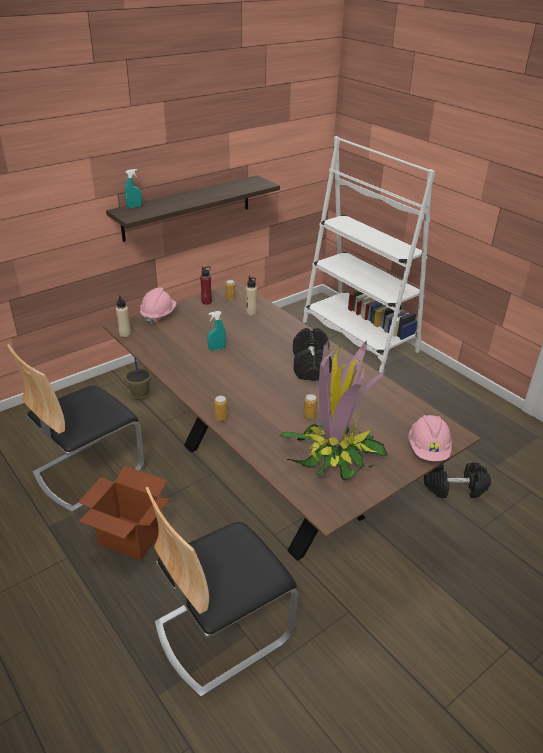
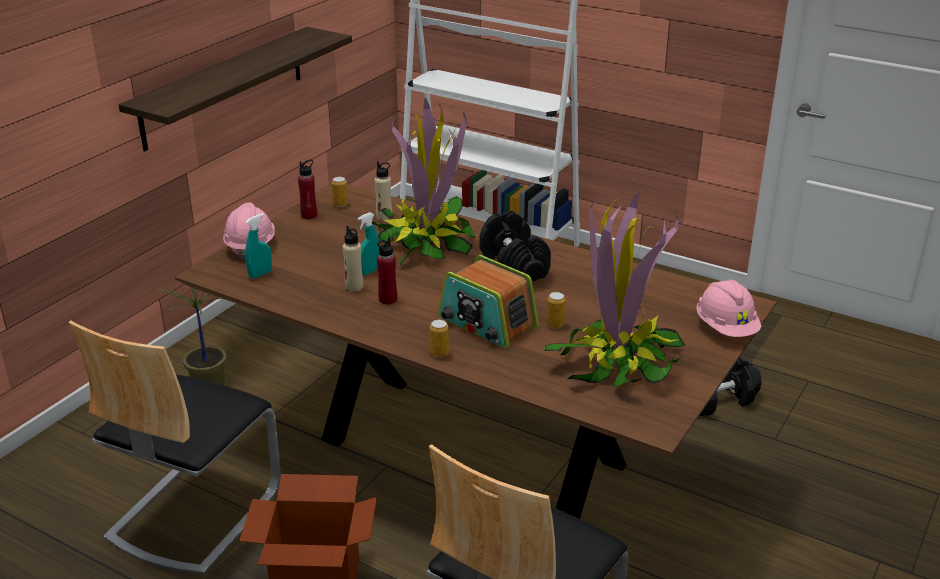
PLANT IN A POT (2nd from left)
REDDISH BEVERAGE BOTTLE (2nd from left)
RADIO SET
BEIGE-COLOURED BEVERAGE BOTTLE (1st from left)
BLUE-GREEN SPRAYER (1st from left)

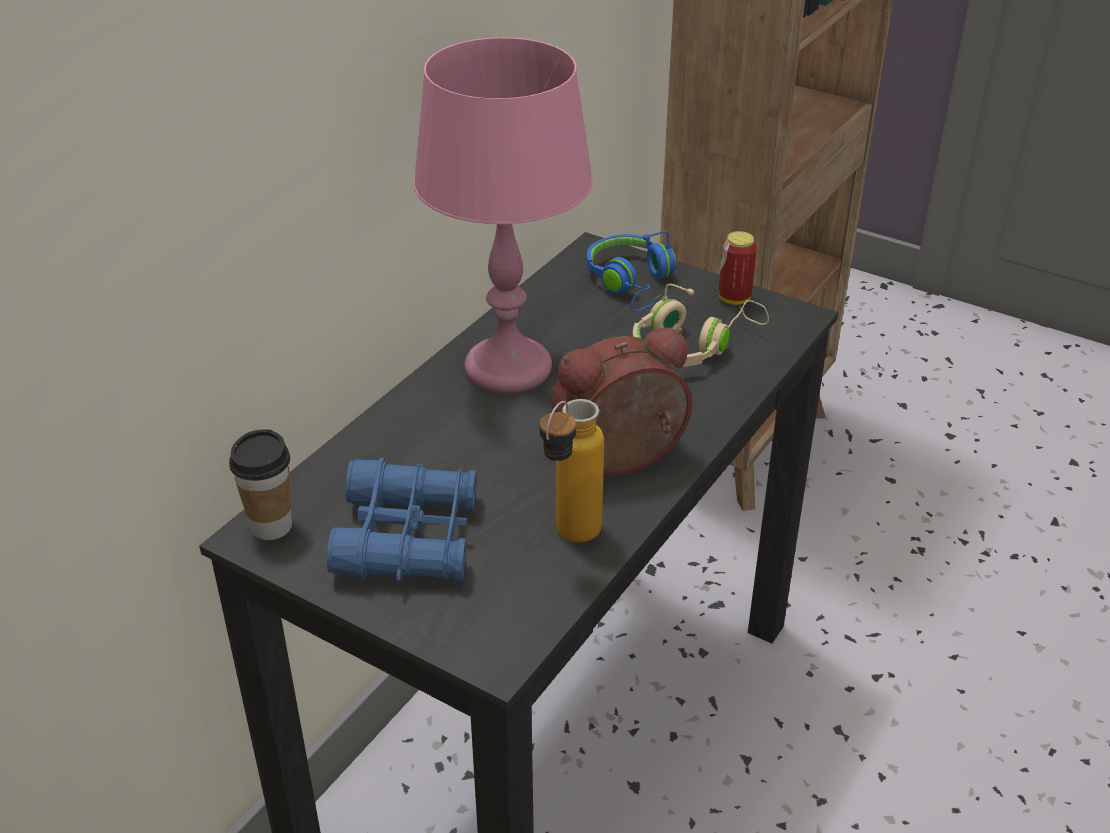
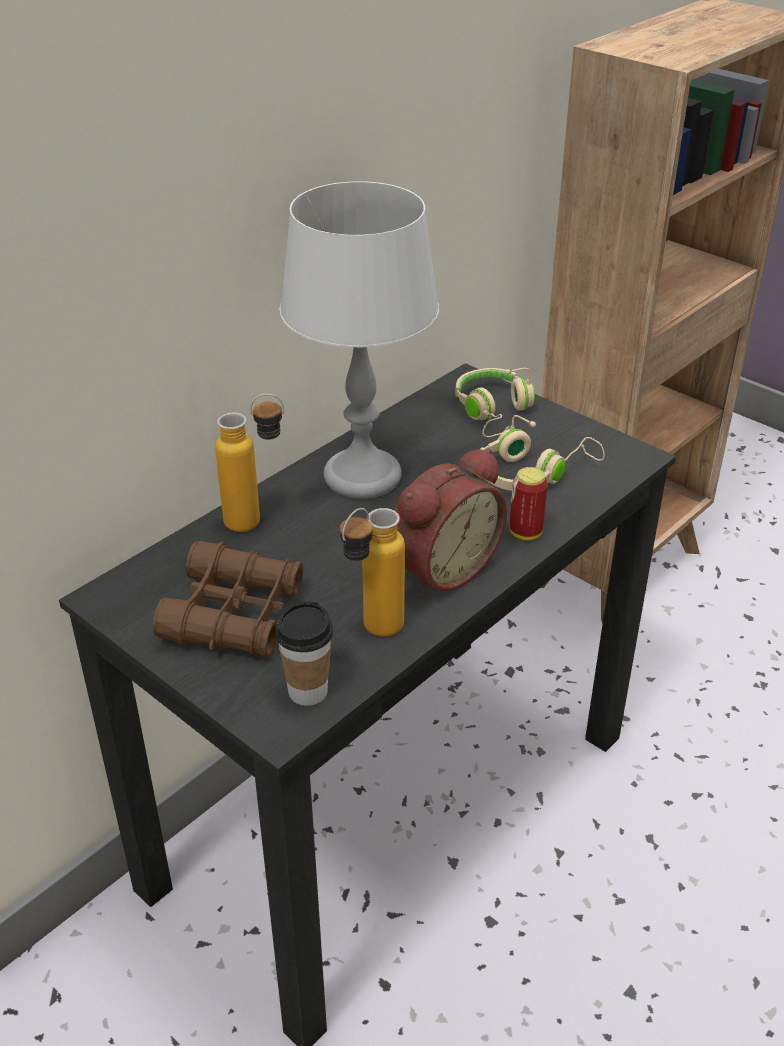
BEVERAGE BOTTLE (1st from left)
CUP
CAN
BROWN-COLOURED PAIR OF BINOCULARS
GREYISH LAMP FOR A TABLE
BEIGE-COLOURED HEADPHONES (1st from left)
TABLE CLOCK

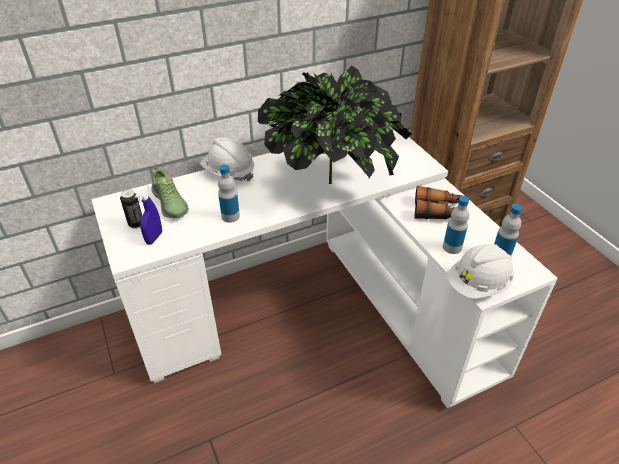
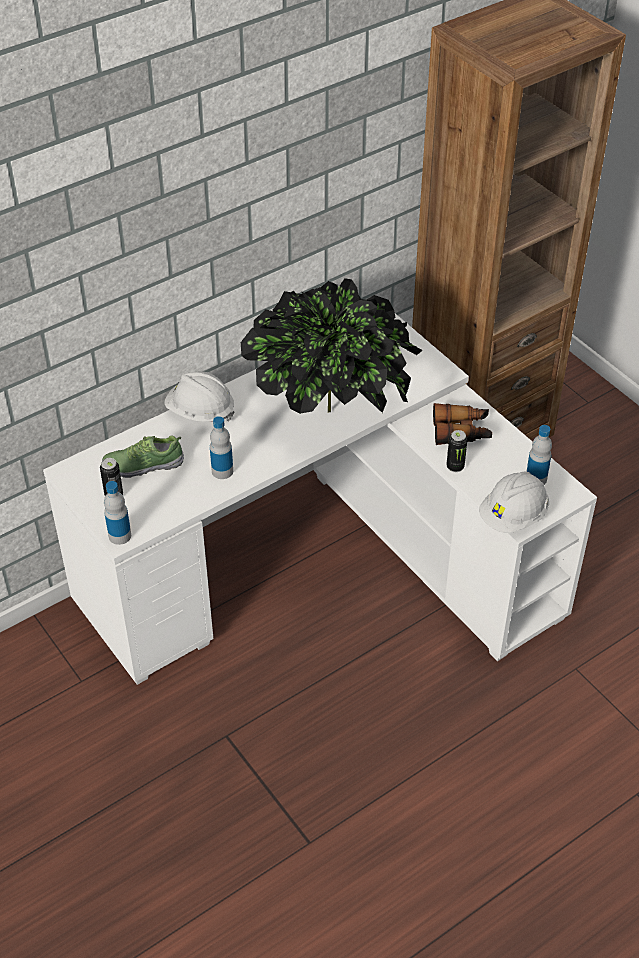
BLUISH SPRAYER
CAN (2nd from left)
BEVERAGE BOTTLE (1st from left)
ITEM OF FOOTWEAR

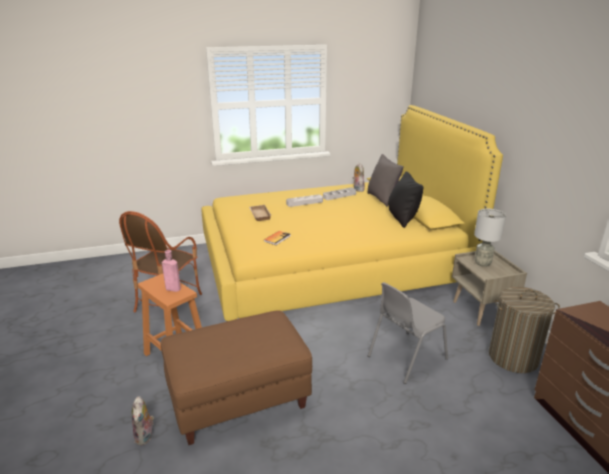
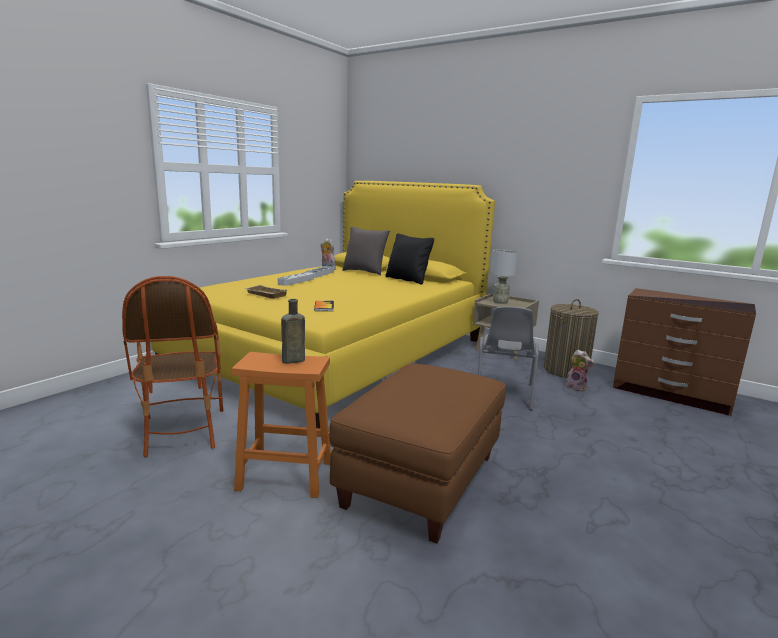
PLUSH TOY (2nd from left)
BROWN-COLOURED BEVERAGE BOTTLE

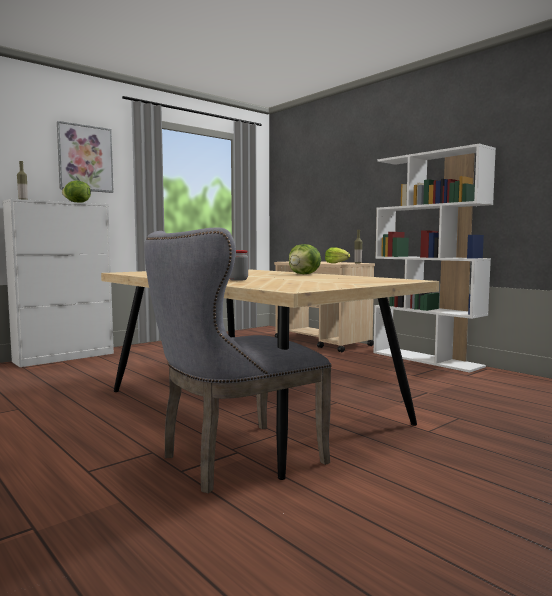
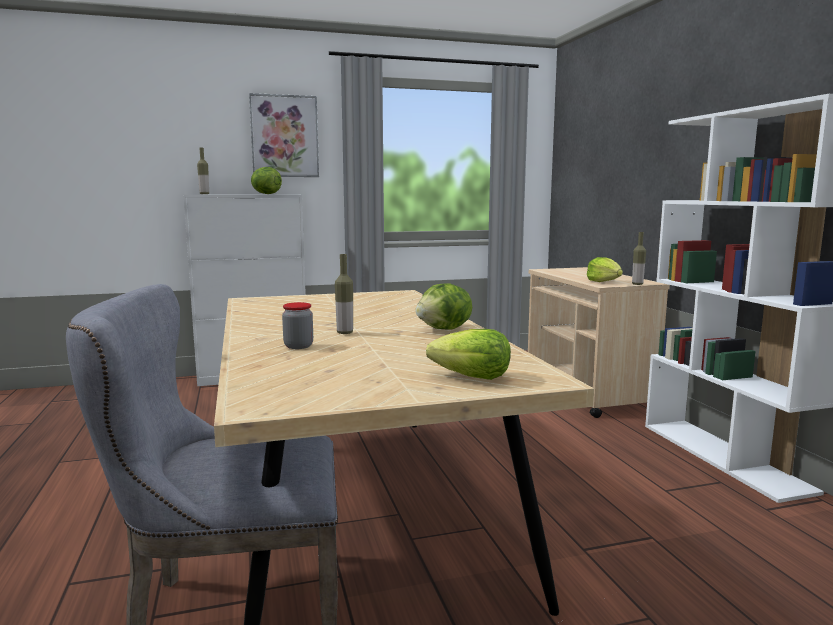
BEVERAGE BOTTLE (2nd from left)
LETTUCE (3rd from left)

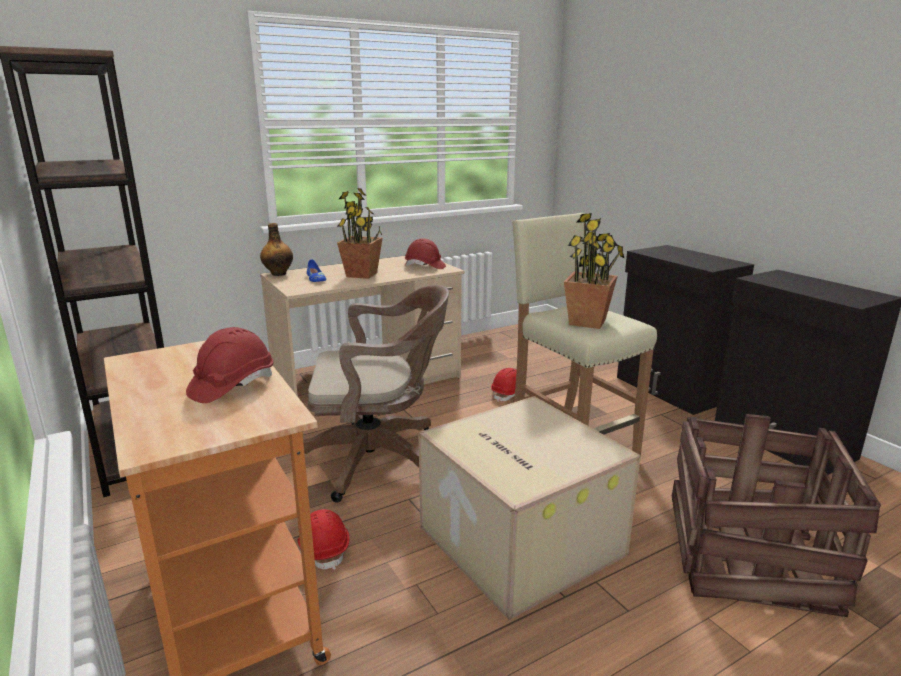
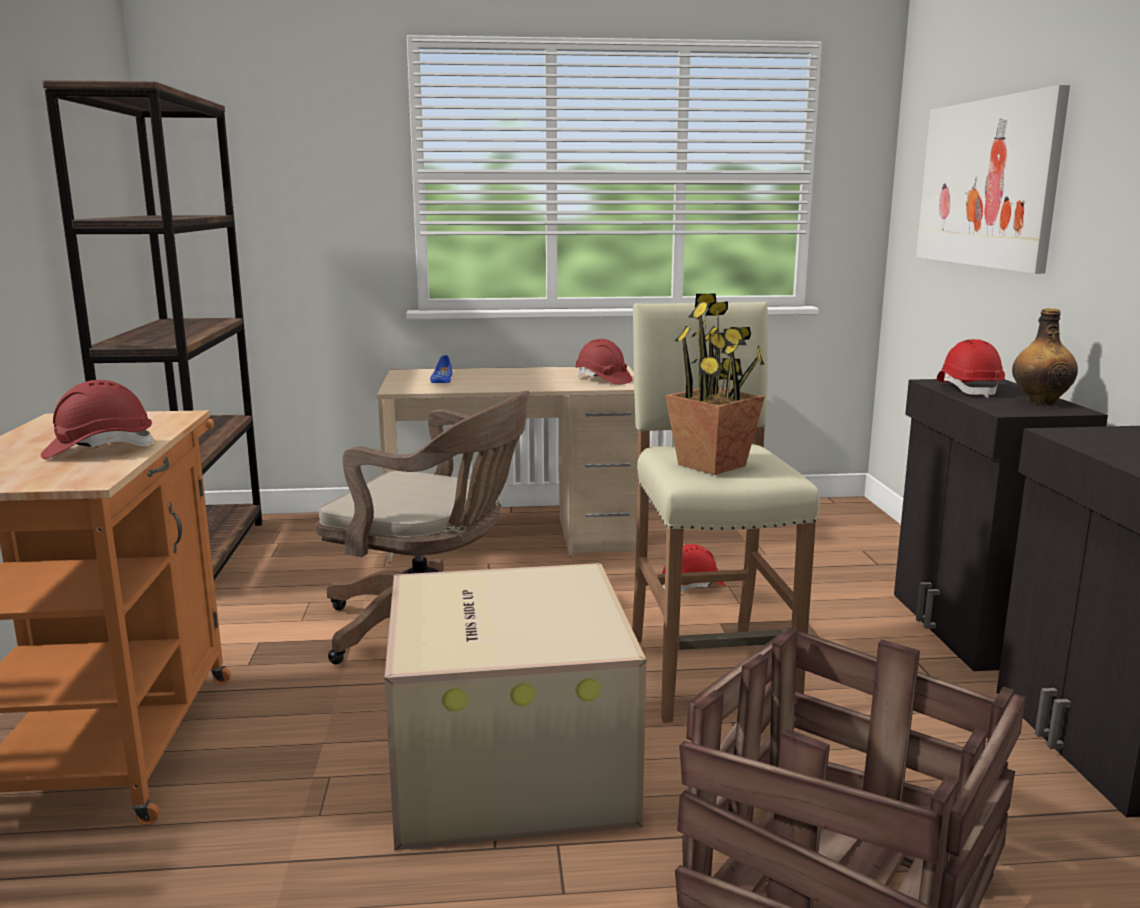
PLANT IN A POT (1st from left in the first image)
PICTURE
BEVERAGE BOTTLE
REDDISH WORK HELMET (4th from left)

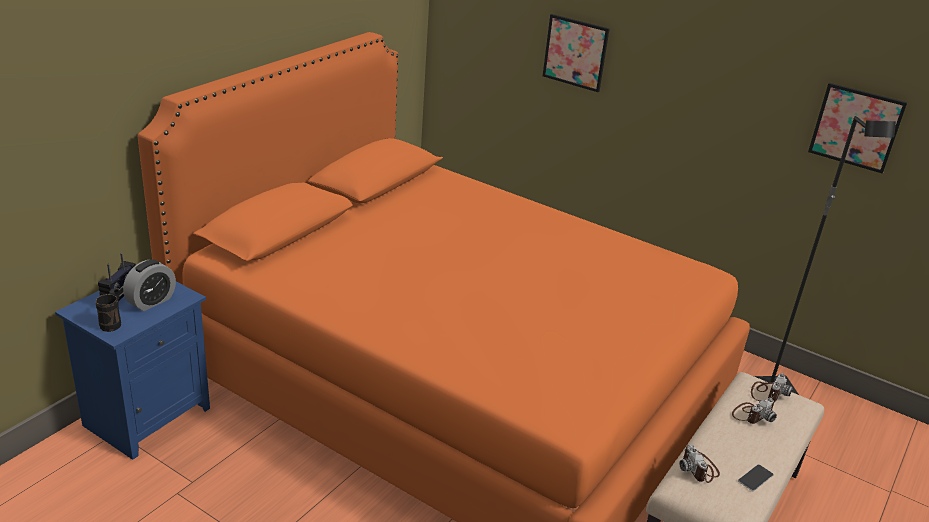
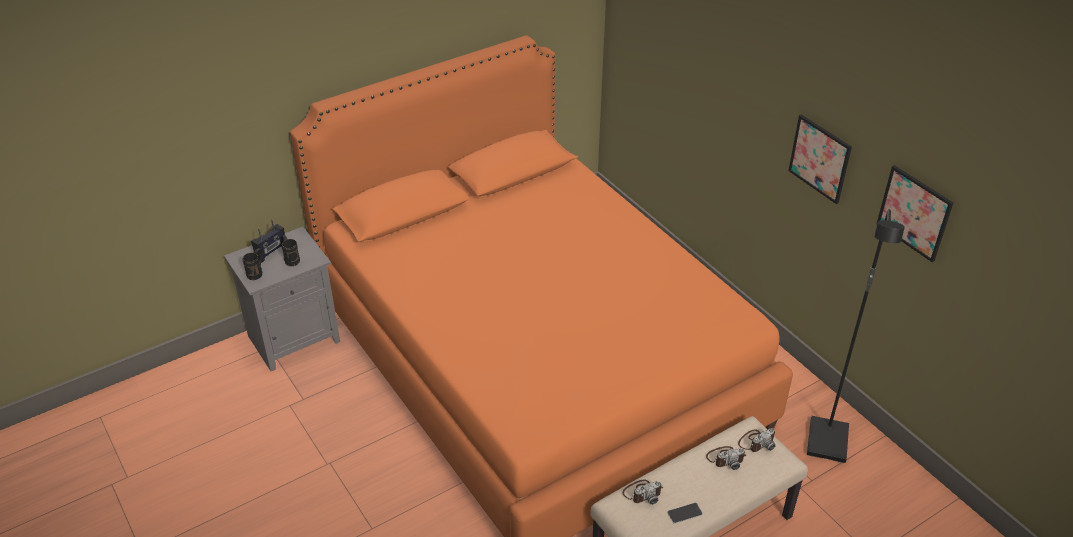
PICTURE (1st from left)
BLACKISH COFFEE MUG (2nd from left)
GREYISH BEDSIDE TABLE
PHOTO CAMERA (1st from left)

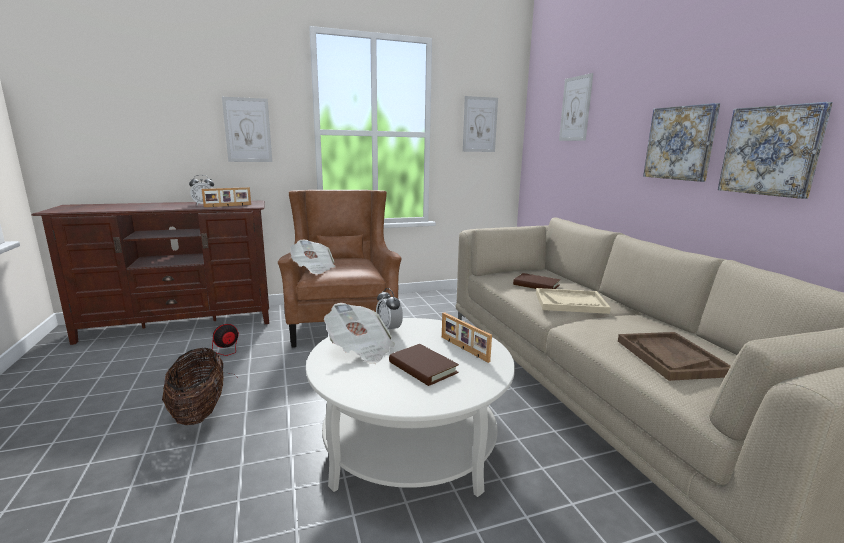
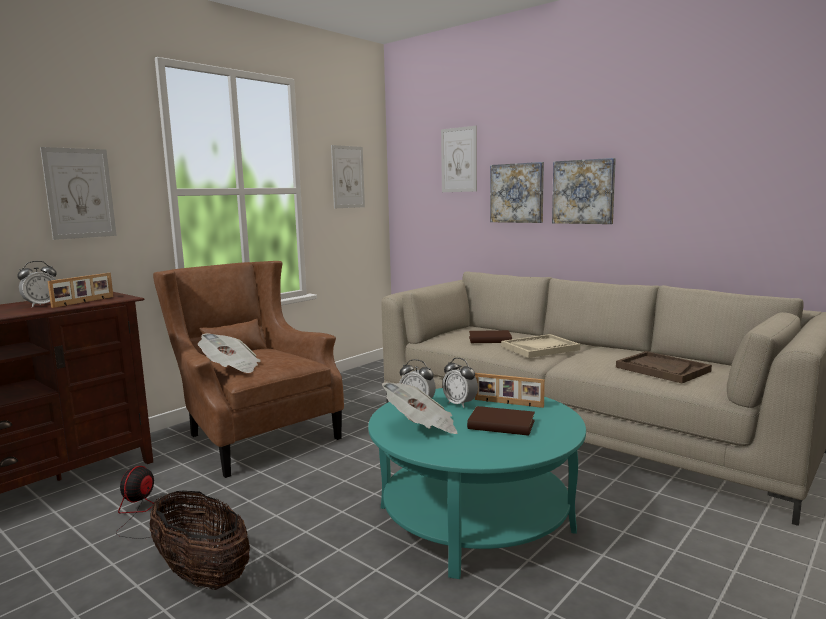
TABLE CLOCK (3rd from left)
PICTURE (4th from left)
BLUE-GREEN LOW TABLE

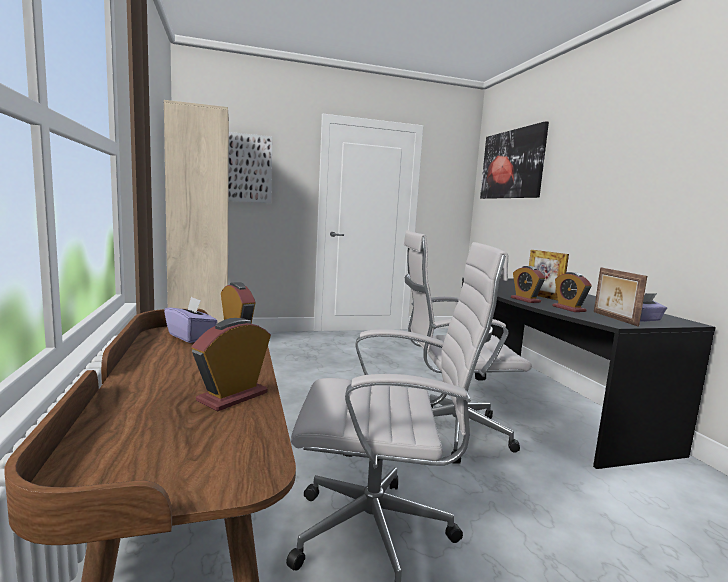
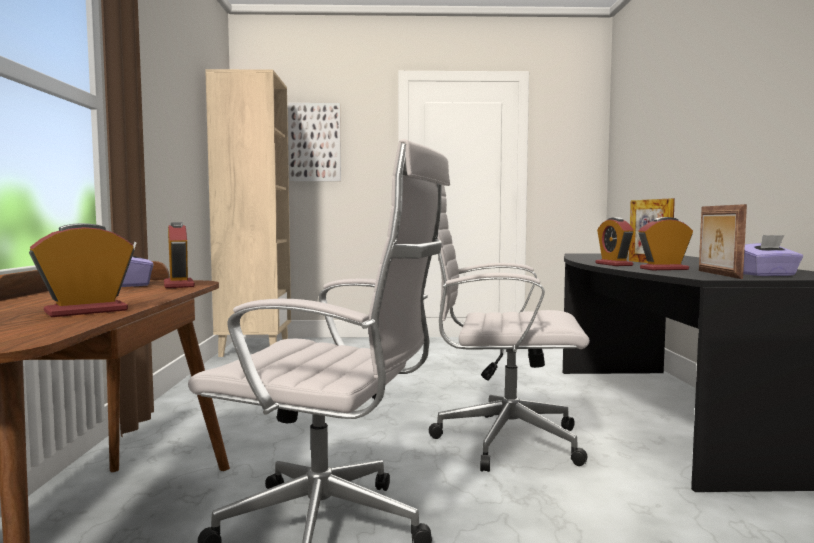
PICTURE (2nd from left in the first image)
TABLE CLOCK (4th from left)

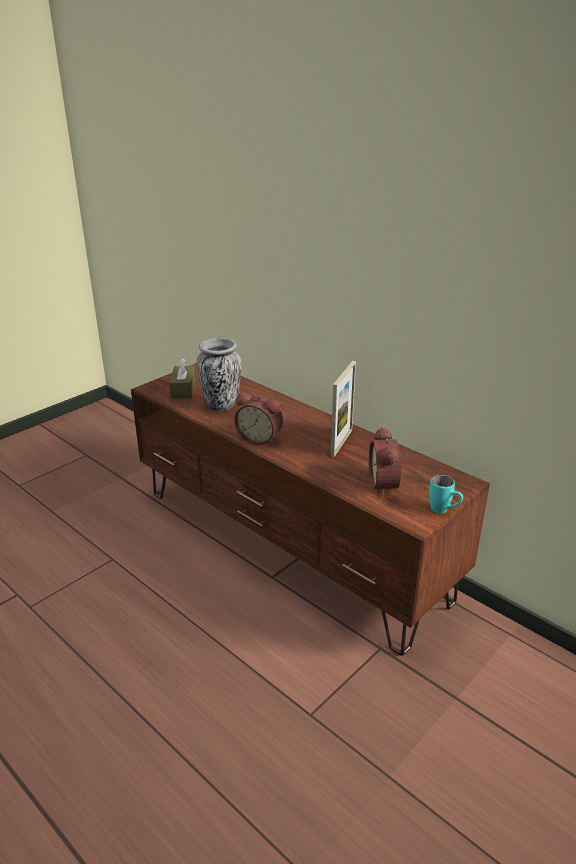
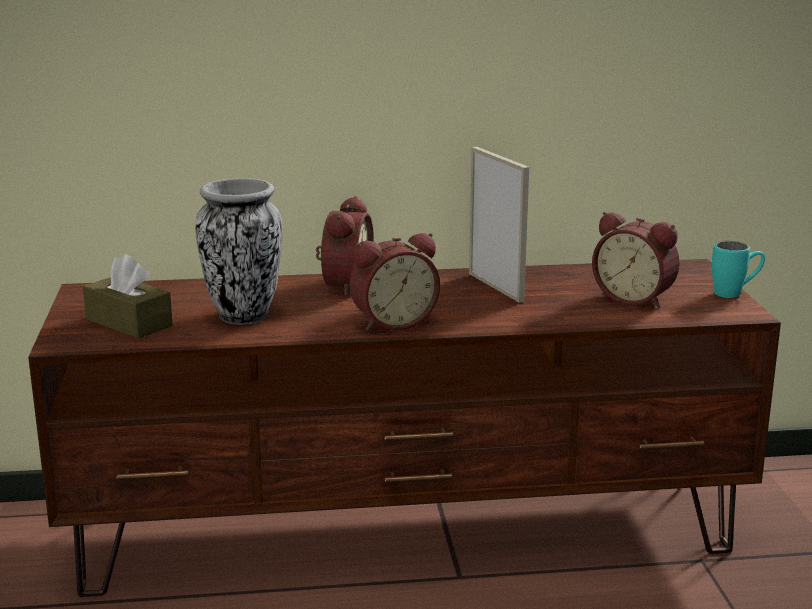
TABLE CLOCK (1st from left)

